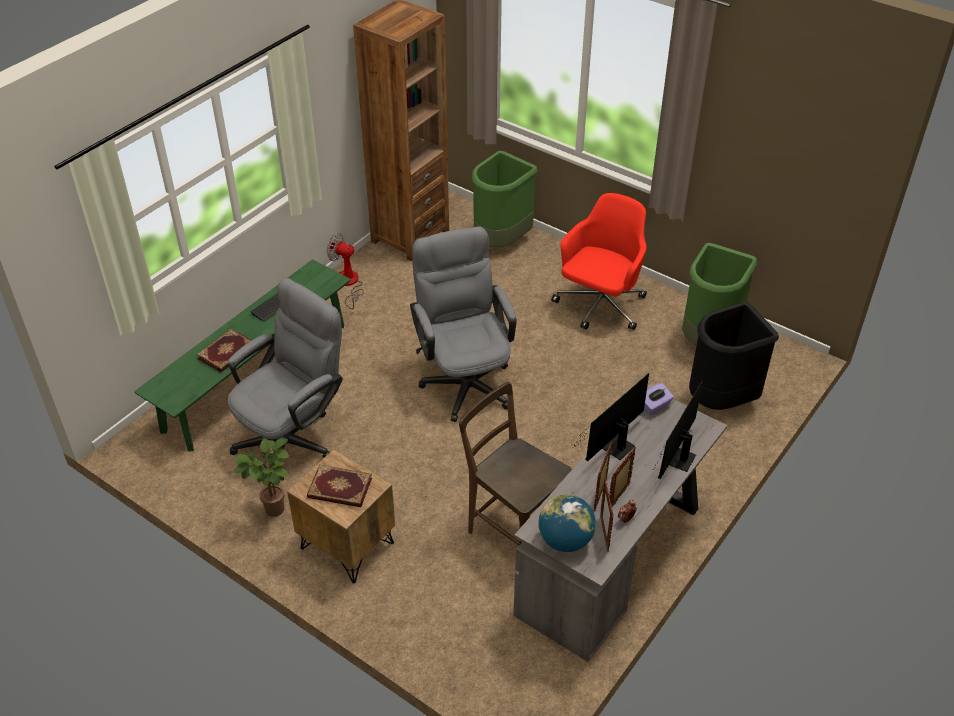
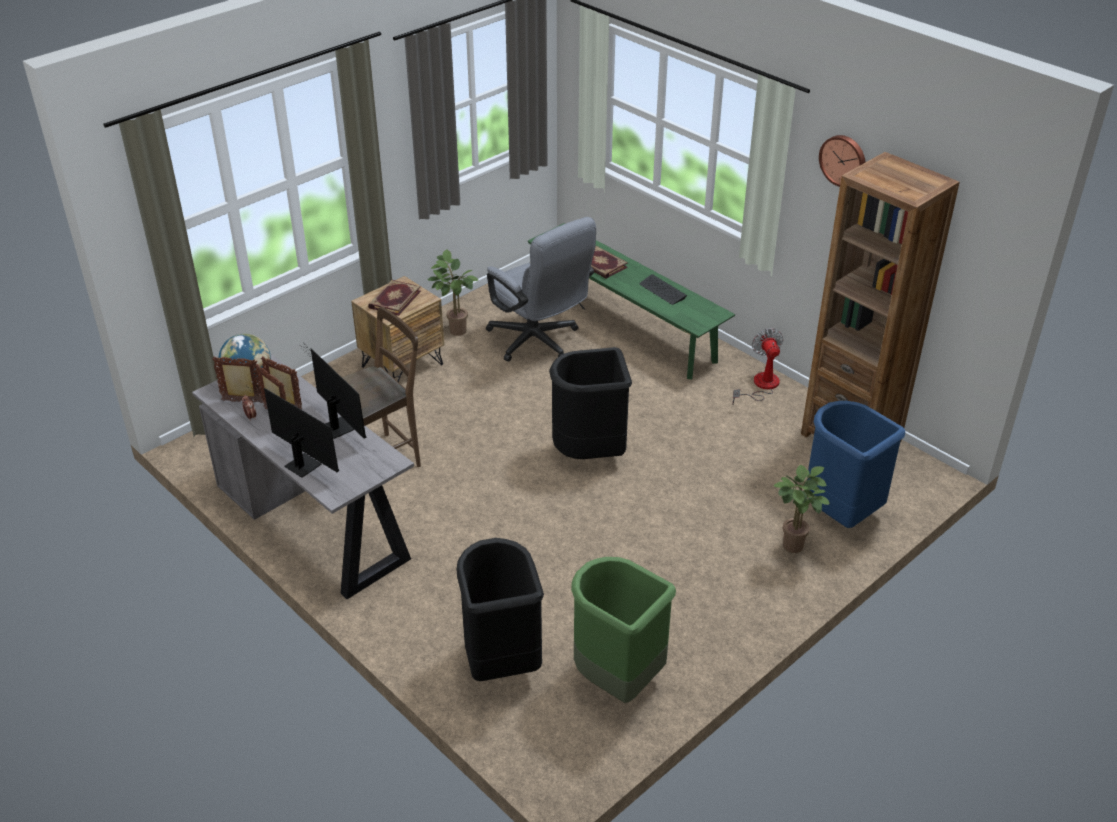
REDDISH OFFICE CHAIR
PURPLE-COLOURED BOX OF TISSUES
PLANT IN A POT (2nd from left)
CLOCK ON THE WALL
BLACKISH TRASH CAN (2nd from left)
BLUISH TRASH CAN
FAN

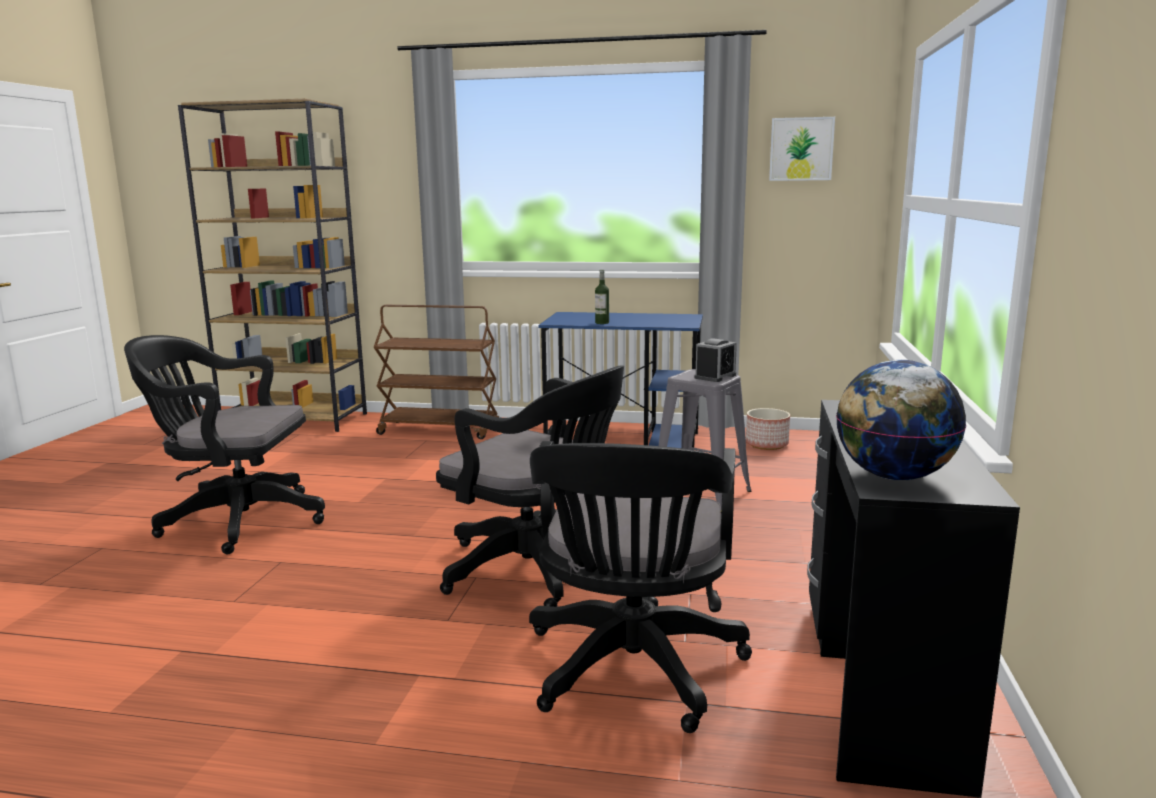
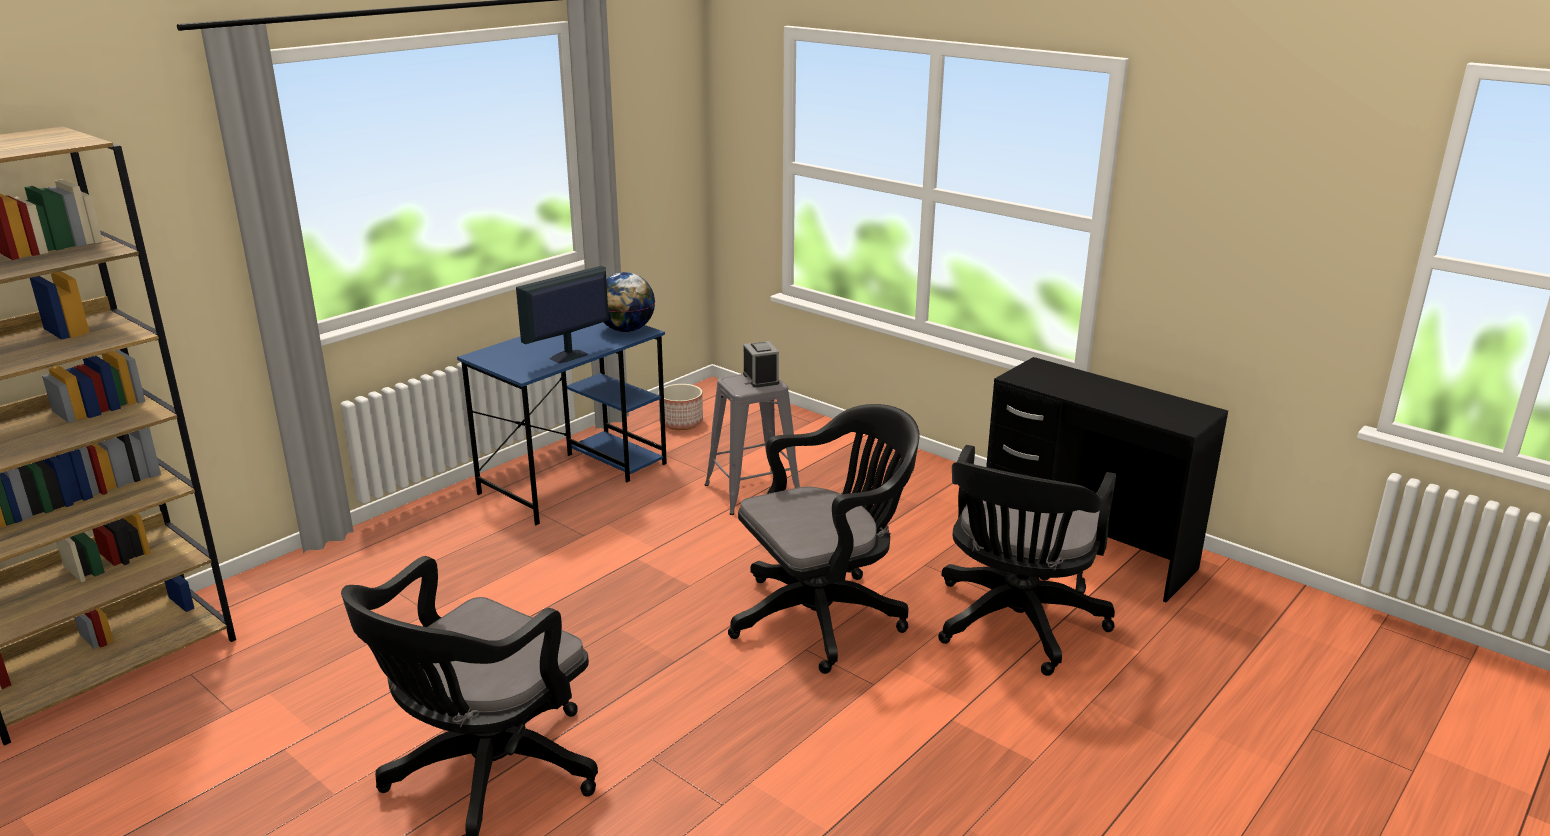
BROWN-COLOURED TROLLEY
PICTURE
DESK GLOBE
MONITOR
BLACKISH OFFICE CHAIR (3rd from left)

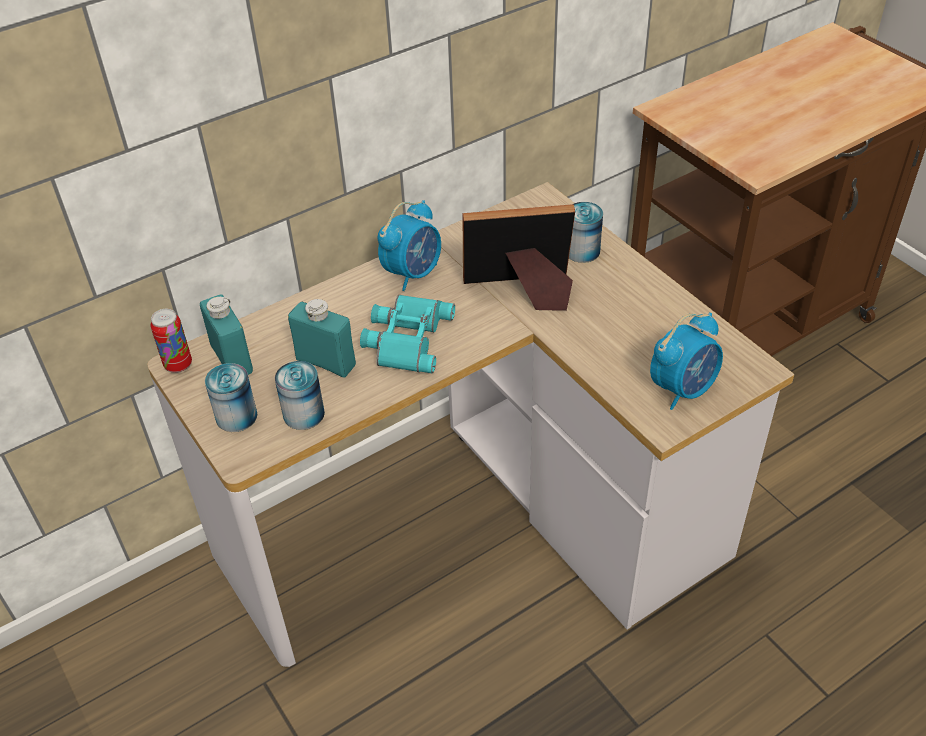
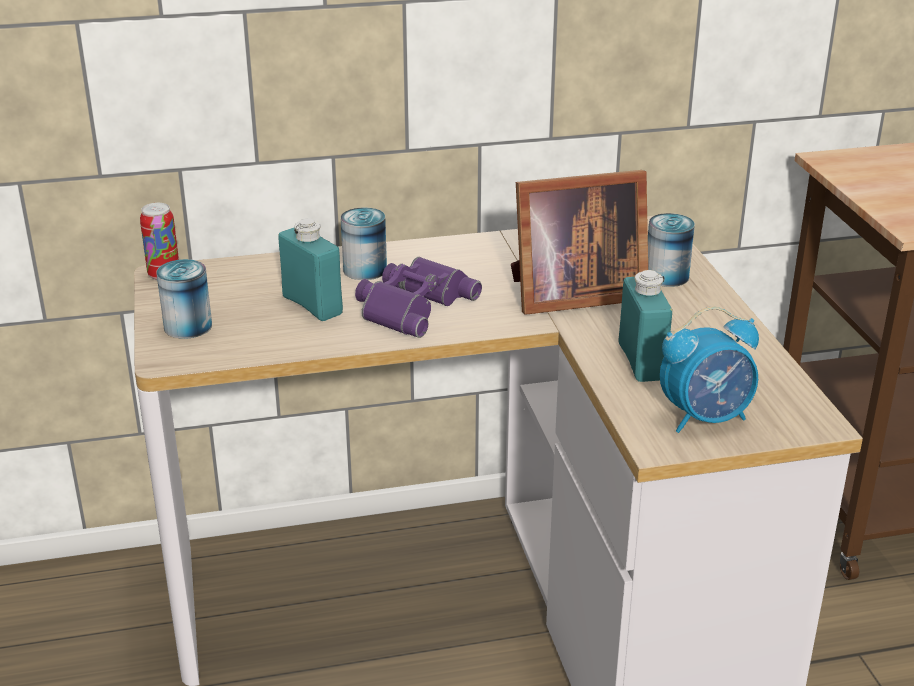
TABLE CLOCK (1st from left in the first image)
BLUE-GREEN BEVERAGE BOTTLE (2nd from left)
CAN (3rd from left)
PURPLE-COLOURED PAIR OF BINOCULARS
PHOTO FRAME

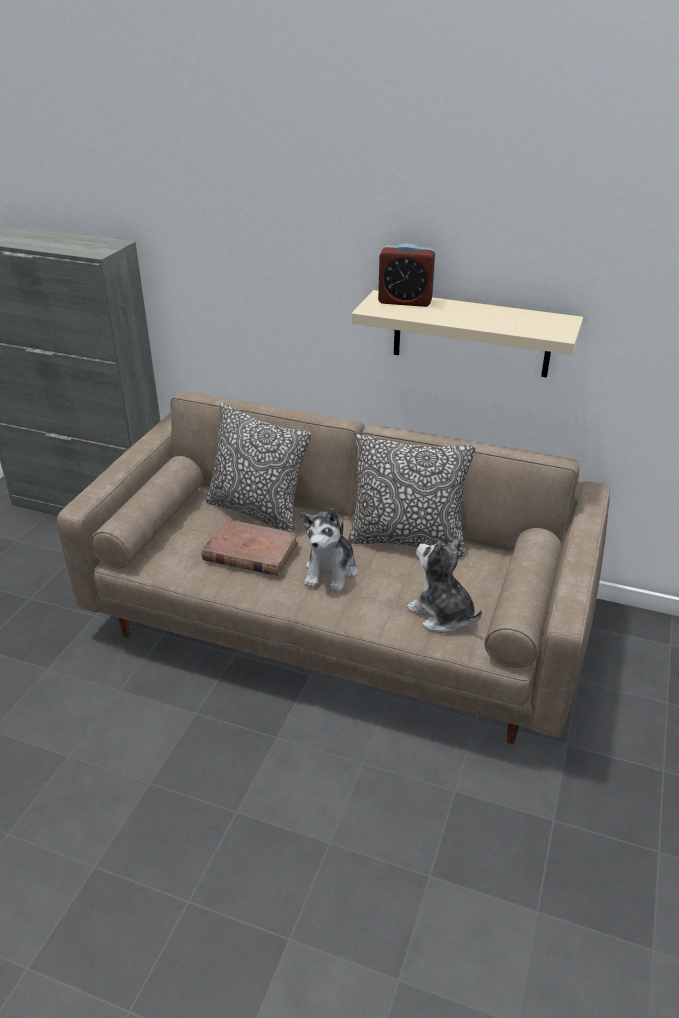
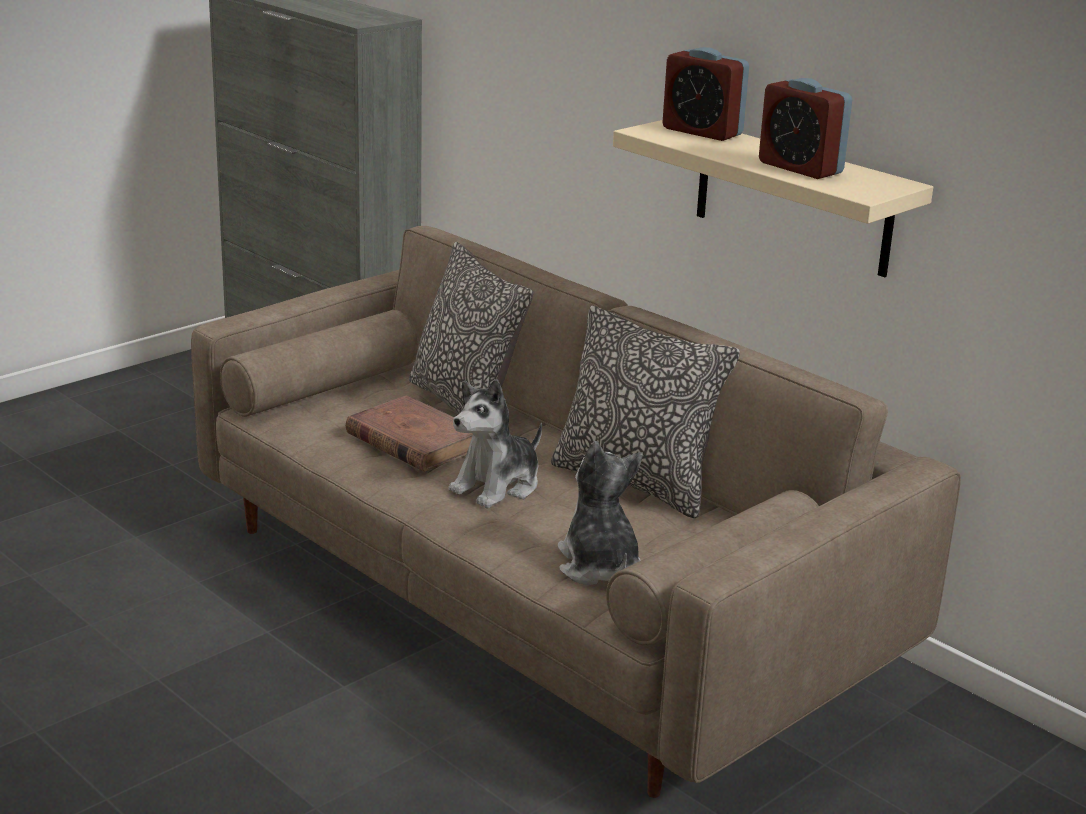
TABLE CLOCK (2nd from left)

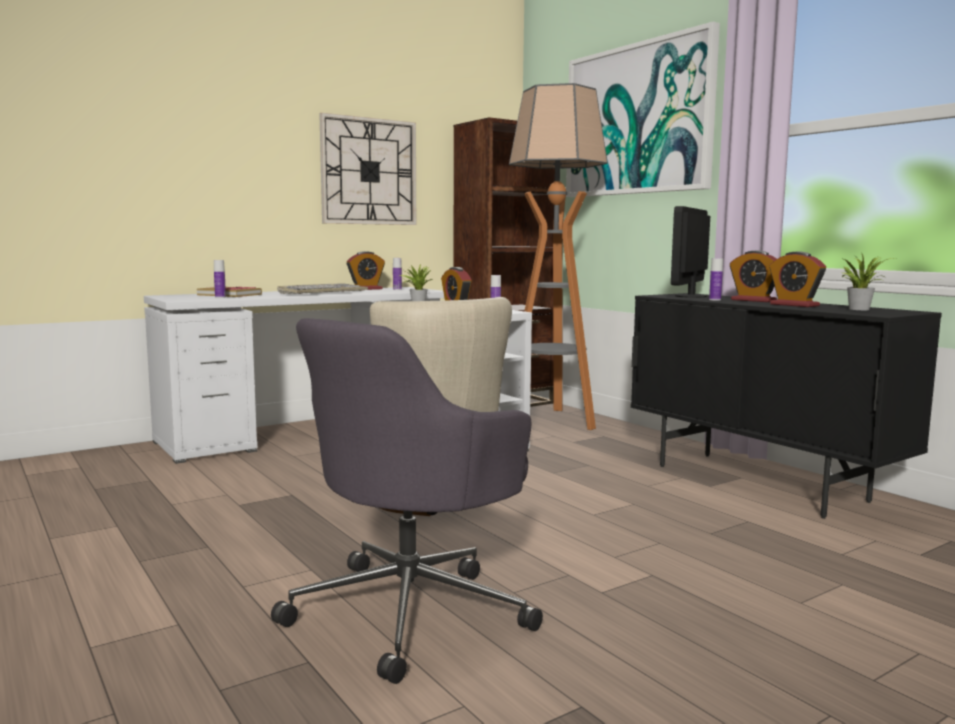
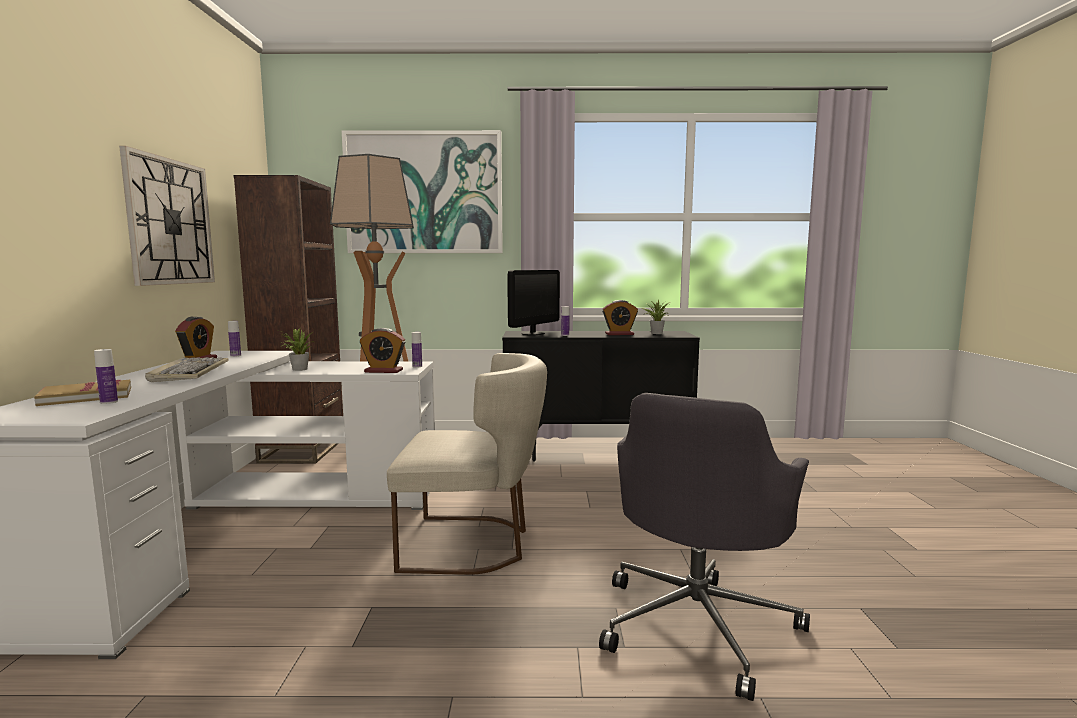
TABLE CLOCK (3rd from left in the first image)
GREYISH OFFICE CHAIR
MONITOR

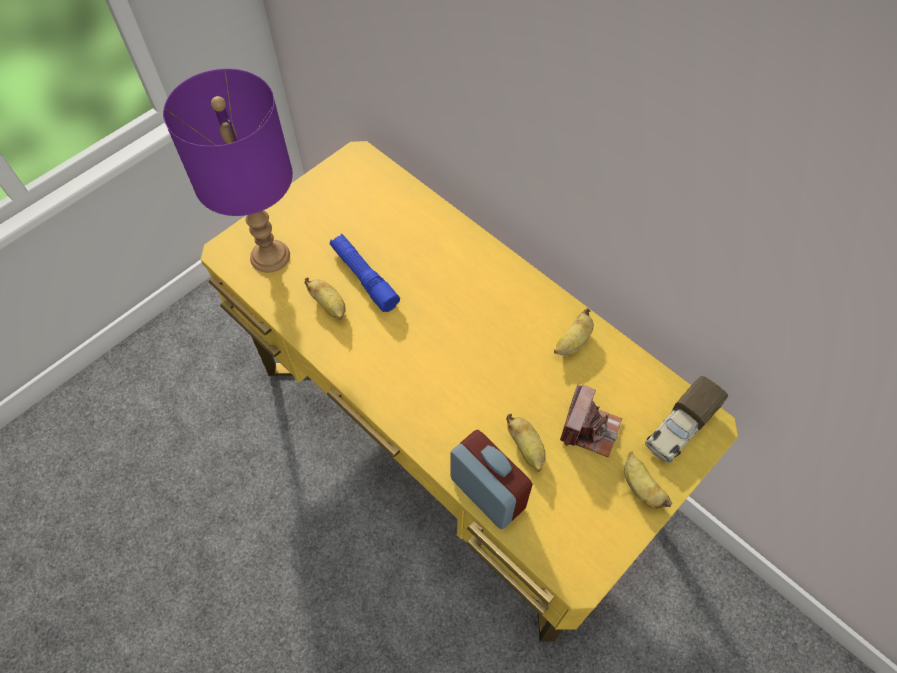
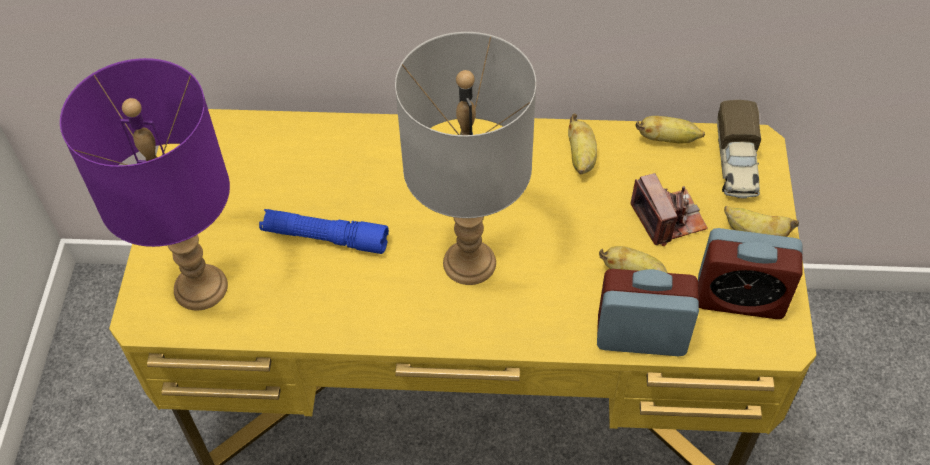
GREYISH LAMP FOR A TABLE
TABLE CLOCK (2nd from left)
BANANA FRUIT (3rd from left)

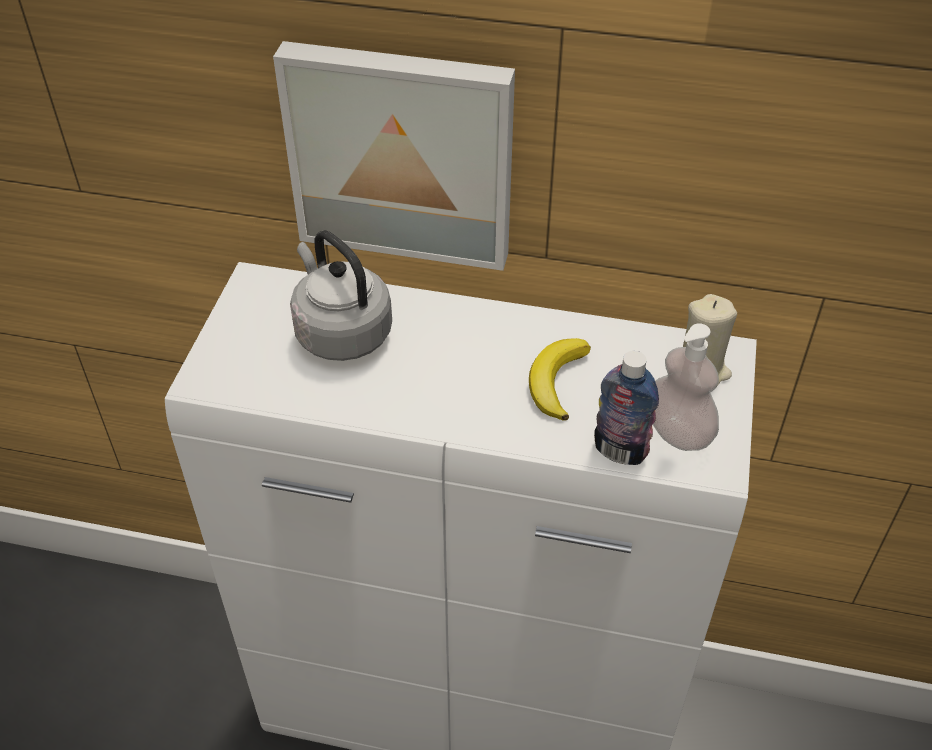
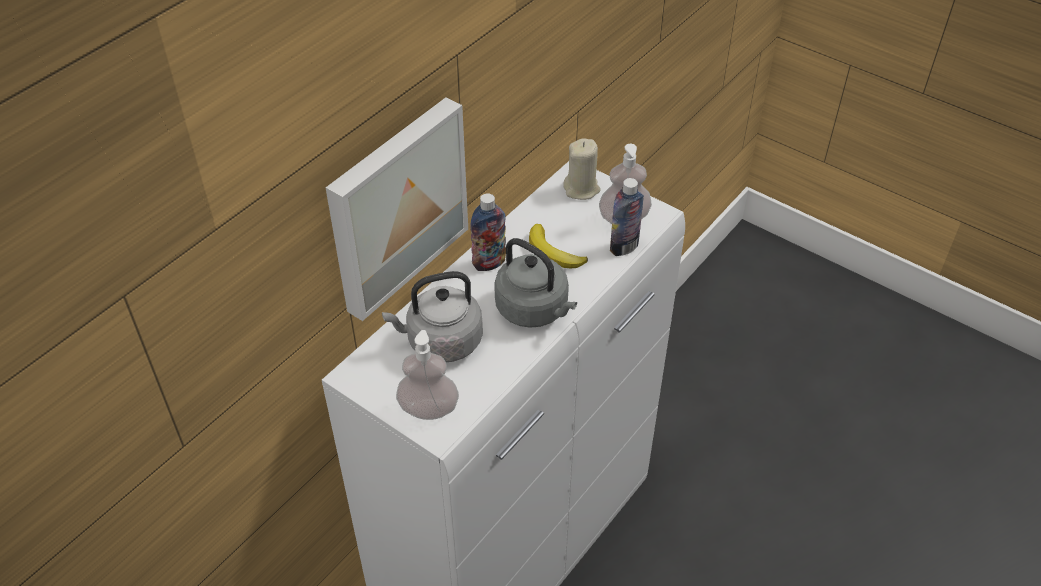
LIQUID SOAP BOTTLE (1st from left)
BEVERAGE BOTTLE (1st from left)
GREYISH TEA KETTLE (2nd from left)

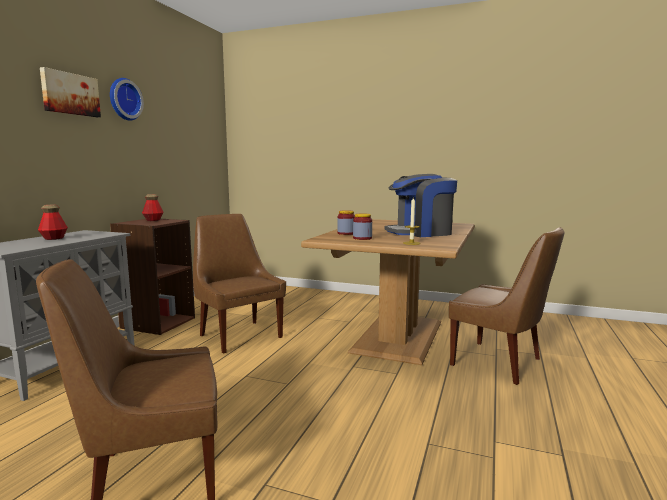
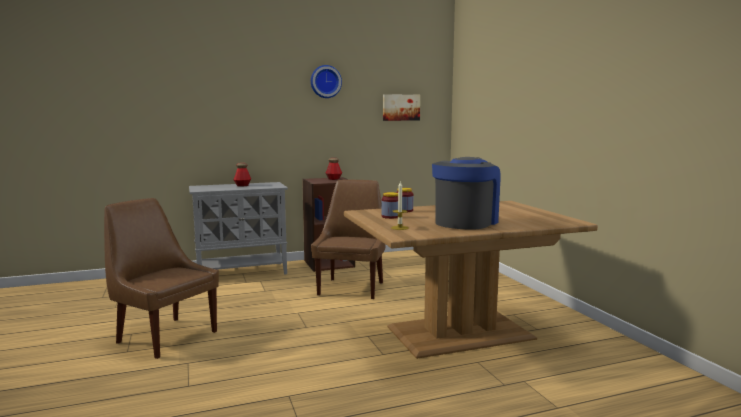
BROWN-COLOURED CHAIR (3rd from left in the first image)
PICTURE
COFFEE BREWER

